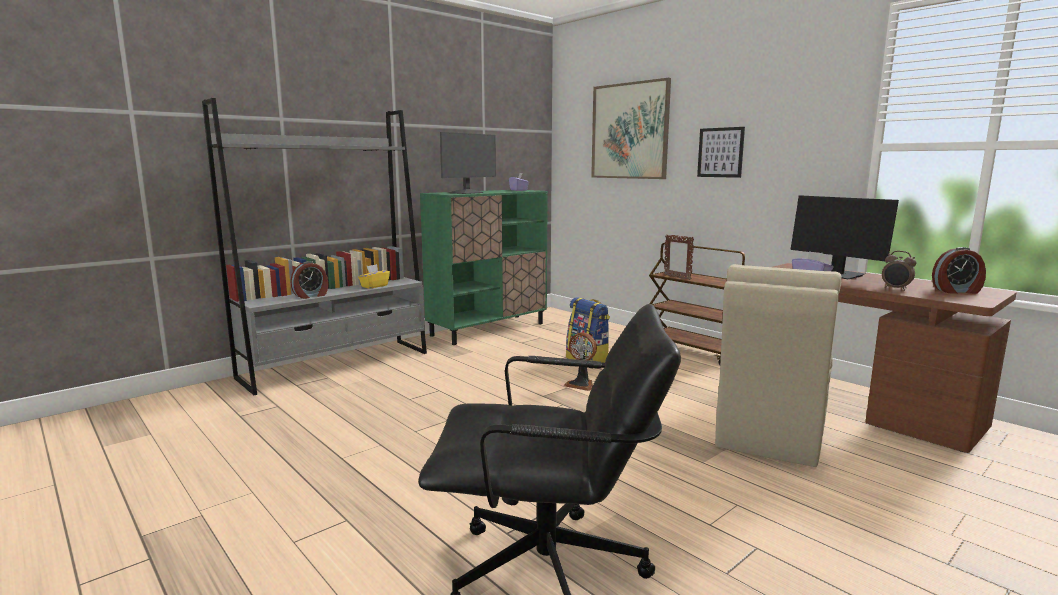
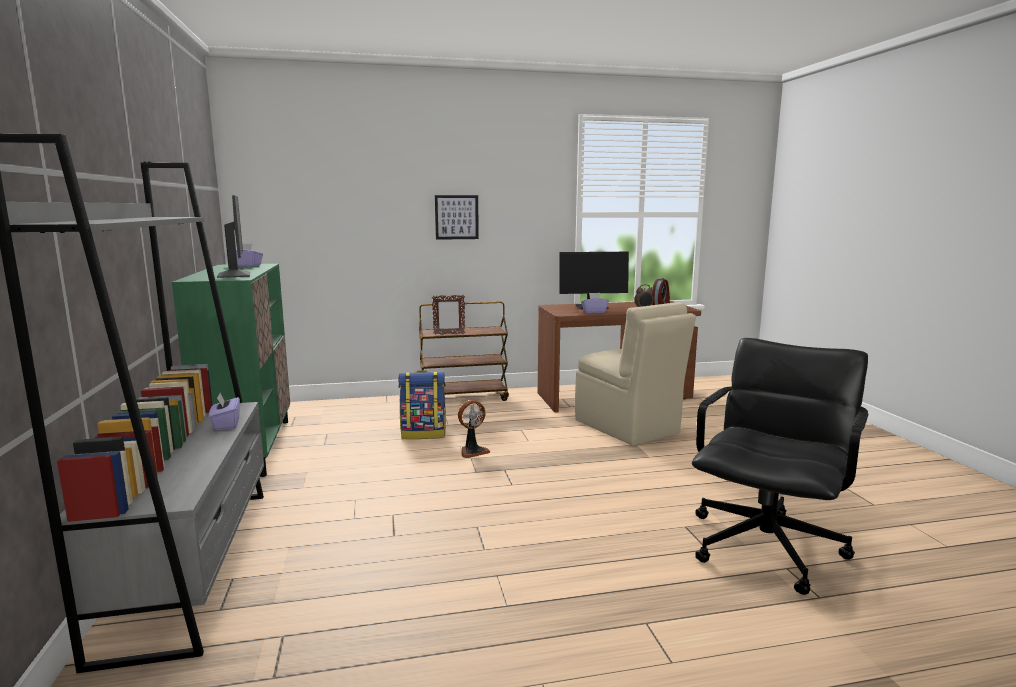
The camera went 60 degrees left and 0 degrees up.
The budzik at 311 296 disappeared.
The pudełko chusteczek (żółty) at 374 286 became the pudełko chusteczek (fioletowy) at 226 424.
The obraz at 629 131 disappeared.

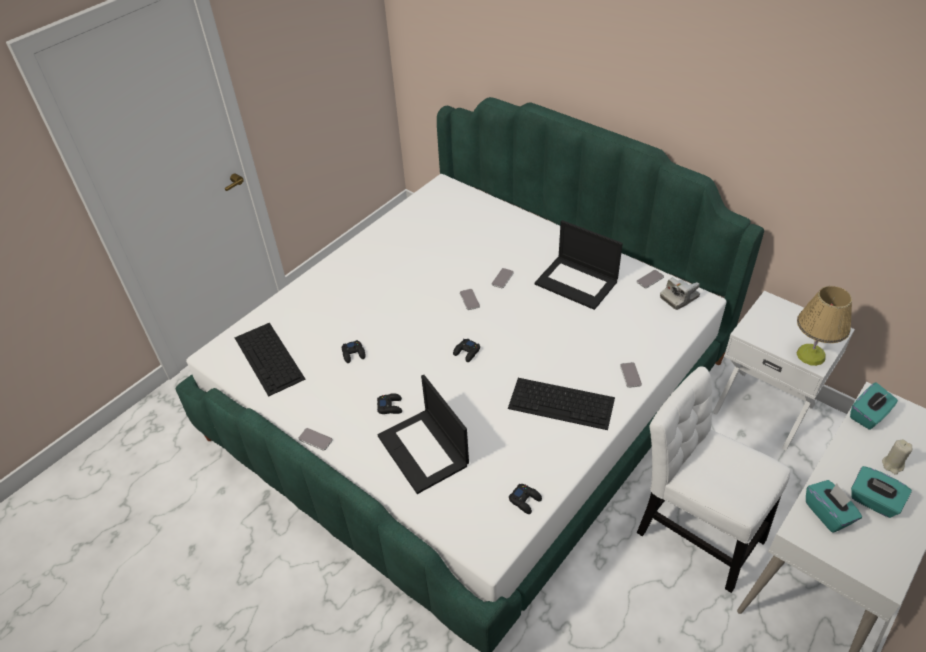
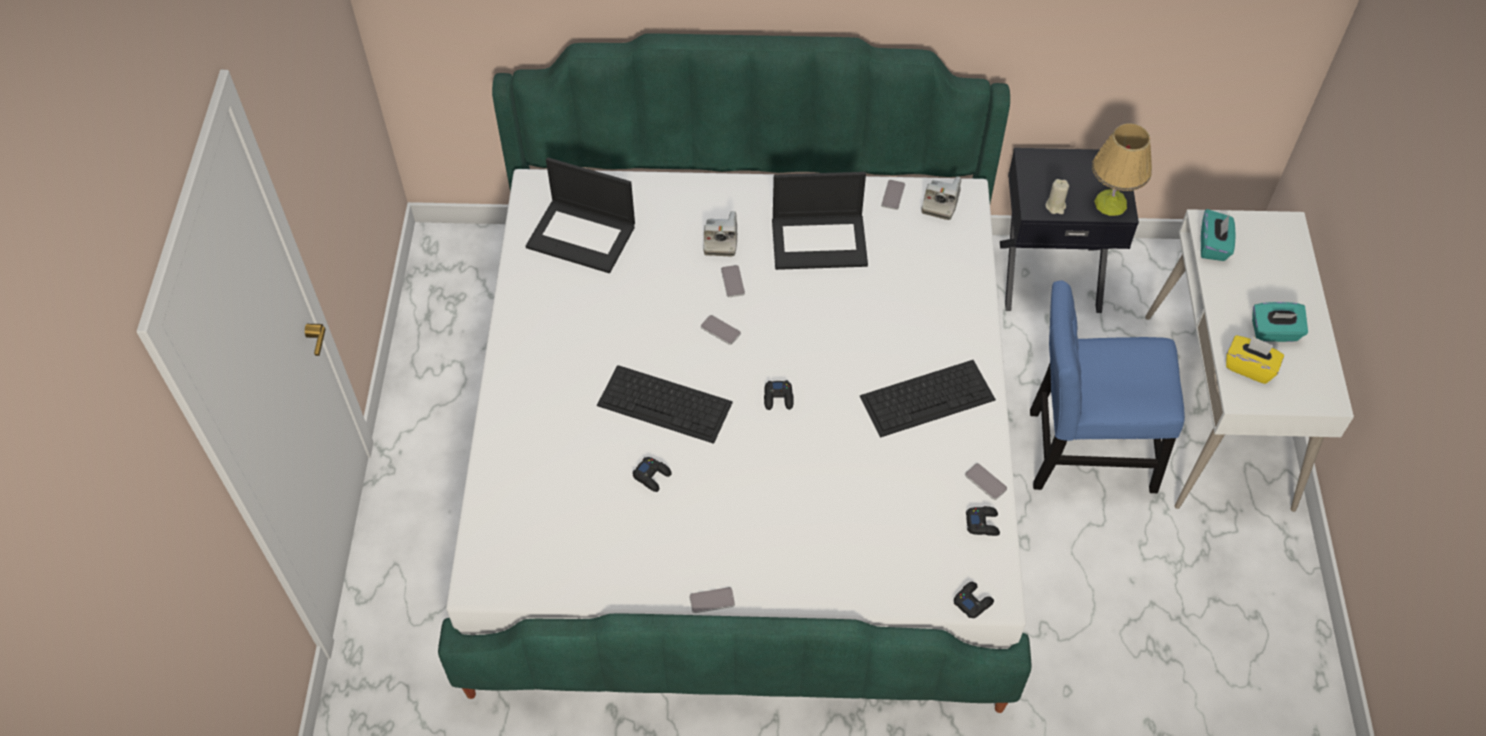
The camera went 40 degrees left and 10 degrees up.
The klawiatura moved from 269 358 to 666 403.
The pad do gier (czarny) moved from 390 406 to 972 601.
The laptop moved from 424 451 to 583 236.
The telefon moved from 630 375 to 985 482.
The krzesło (biały) at 695 531 became the krzesło (niebieski) at 1083 452.
The szafka nocna (biały) at 764 407 became the szafka nocna (czarny) at 1049 275.
The pudełko chusteczek (turkusowy) at 828 513 became the pudełko chusteczek (żółty) at 1249 367.
The świeca (beżowy) moved from 892 465 to 1055 206.
The aparat fotograficzny at 720 240 appeared.

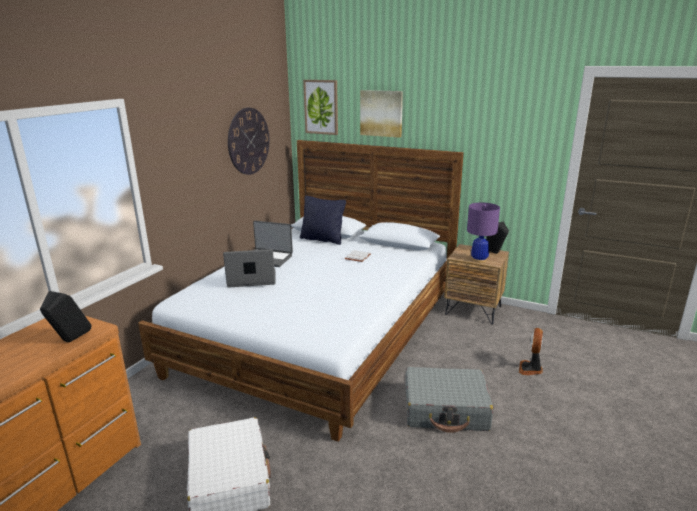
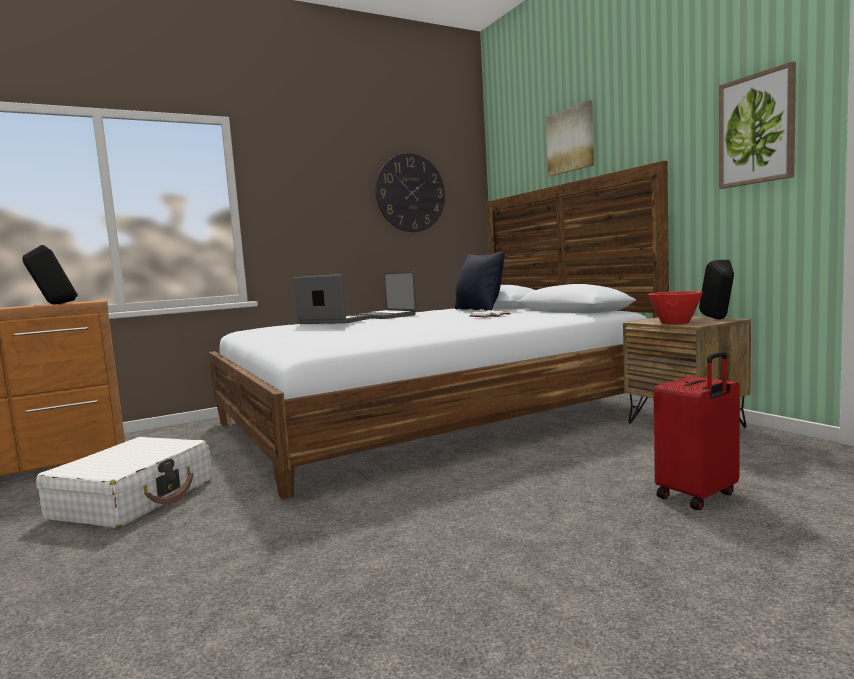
The camera went 35 degrees right and 15 degrees down.
The obraz moved from 321 107 to 756 129.
The walizka (szary) at 445 409 disappeared.
The lampa stołowa (fioletowy) at 479 260 was replaced by the miska (czerwony) at 674 322.
The wentylator at 530 369 was replaced by the walizka (czerwony) at 698 496.

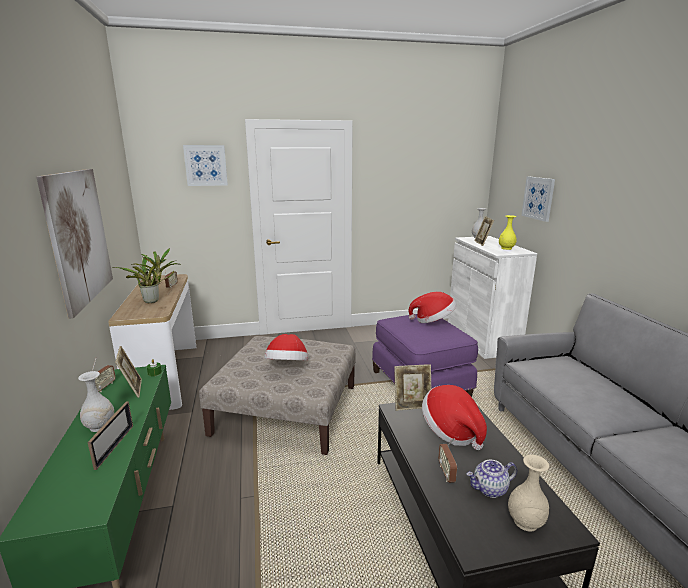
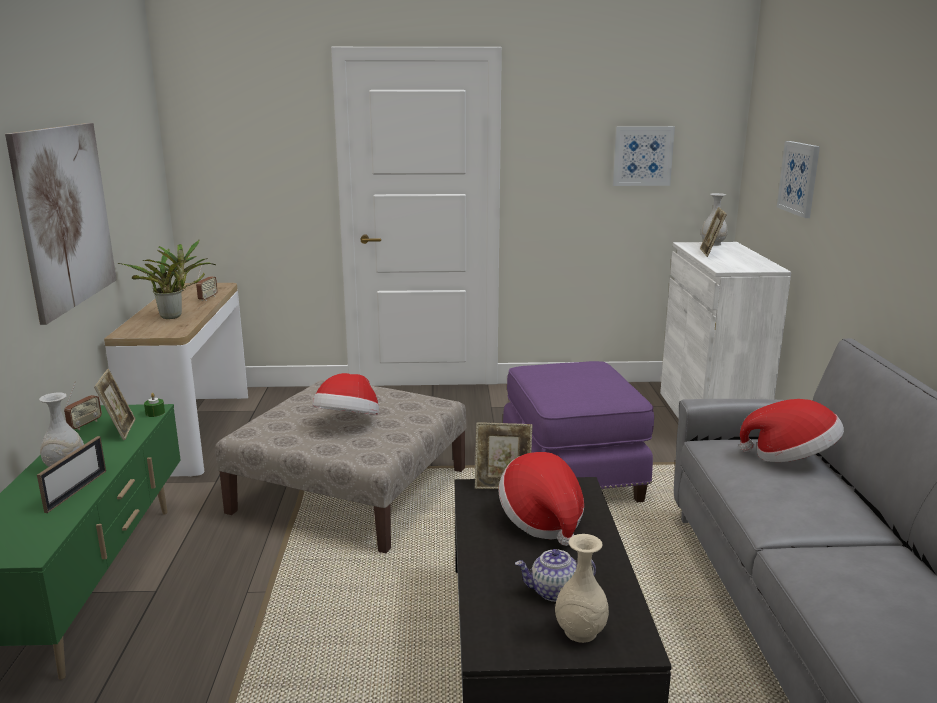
The camera went 10 degrees right and 0 degrees up.
The obraz moved from 206 165 to 642 156.
The kapelusz moved from 433 321 to 791 458.
The radio at 446 473 disappeared.
The wazon (żółty) at 506 248 disappeared.

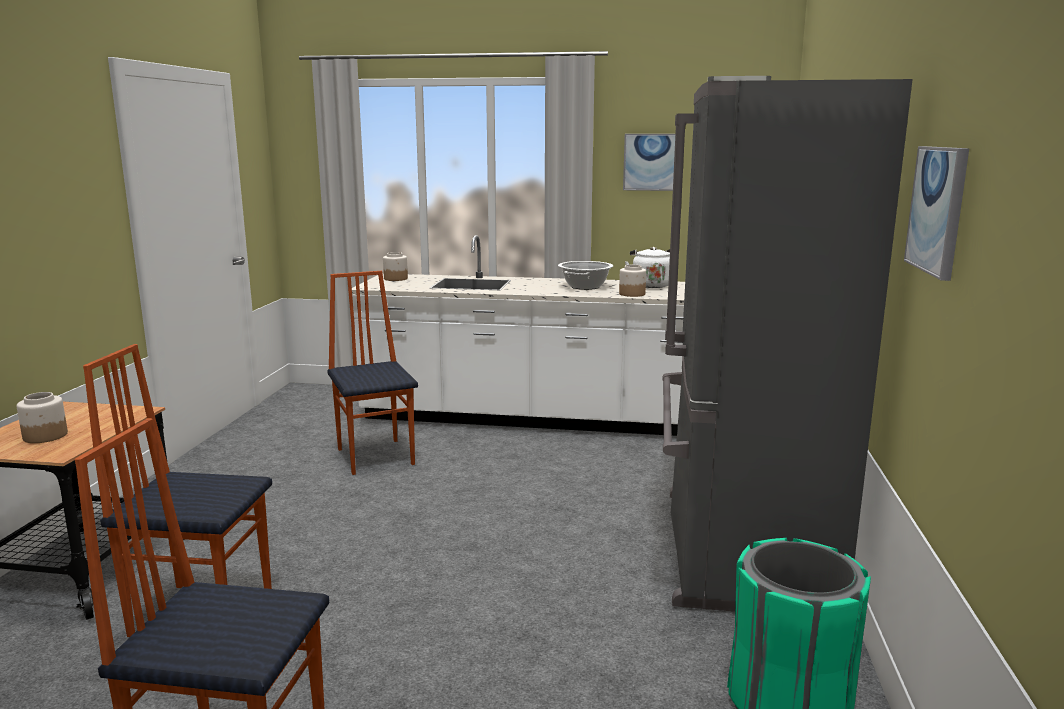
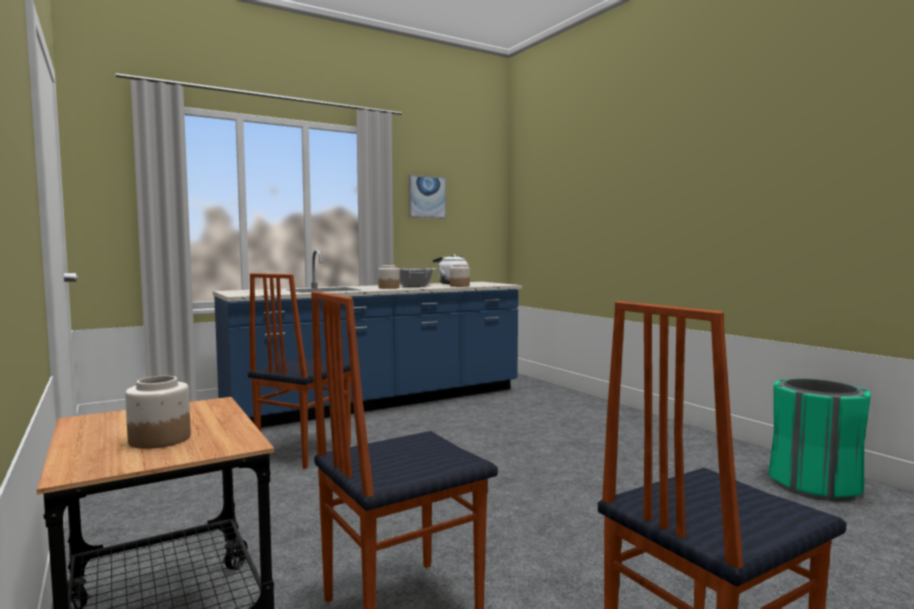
The camera went 40 degrees left and 10 degrees down.
The krzesło at 377 456 turned 90 degrees counterclockwise.
The zabudowa kuchenna (biały) at 536 418 became the zabudowa kuchenna (niebieski) at 380 402.
The słoik moved from 396 279 to 389 288.
The lodówka (szary) at 739 549 disappeared.
The obraz at 938 210 disappeared.

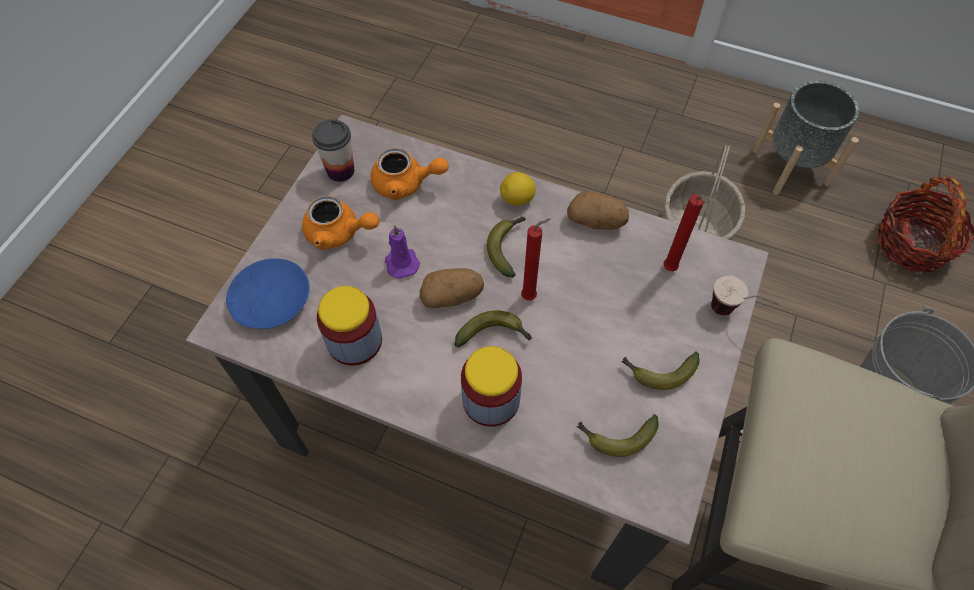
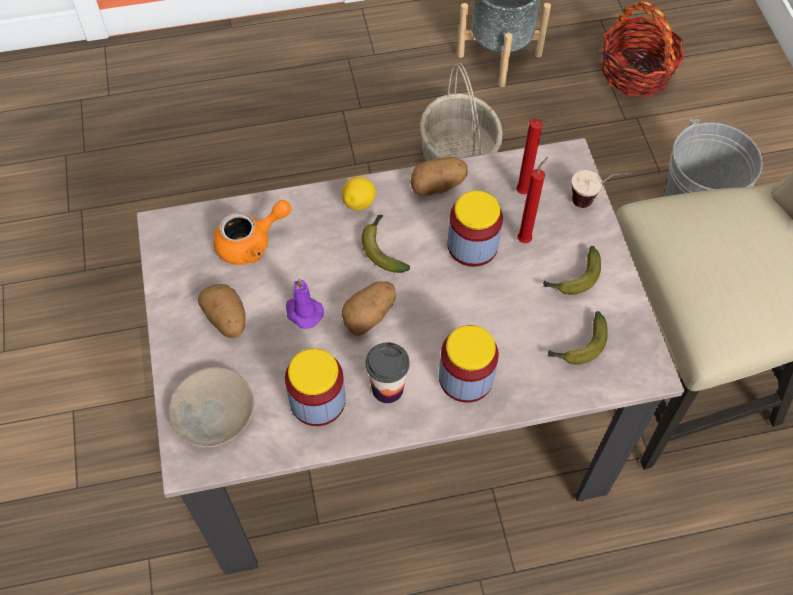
The camera went 35 degrees left and 0 degrees up.
The talerz (niebieski) at 270 299 became the talerz (beżowy) at 212 412.
The imbryk (pomarańczowy) at 339 233 was replaced by the ziemniak at 227 319.
The filiżanka moved from 340 171 to 387 389.
The banan at 494 335 disappeared.
The świeca (czerwony) moved from 531 296 to 525 239.
The słoik at 472 245 appeared.

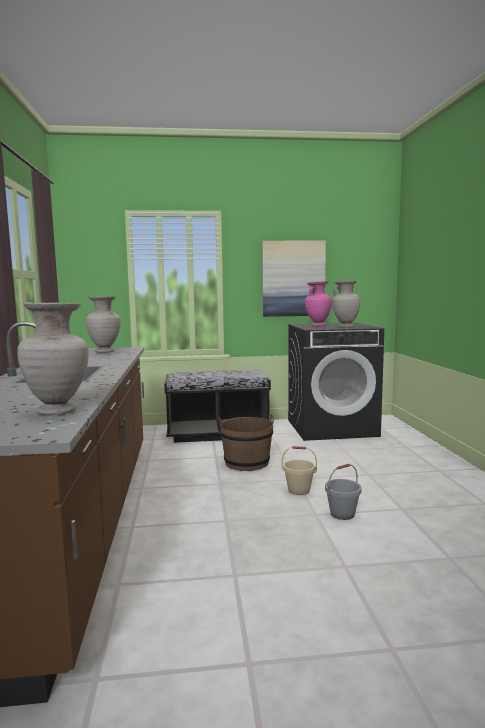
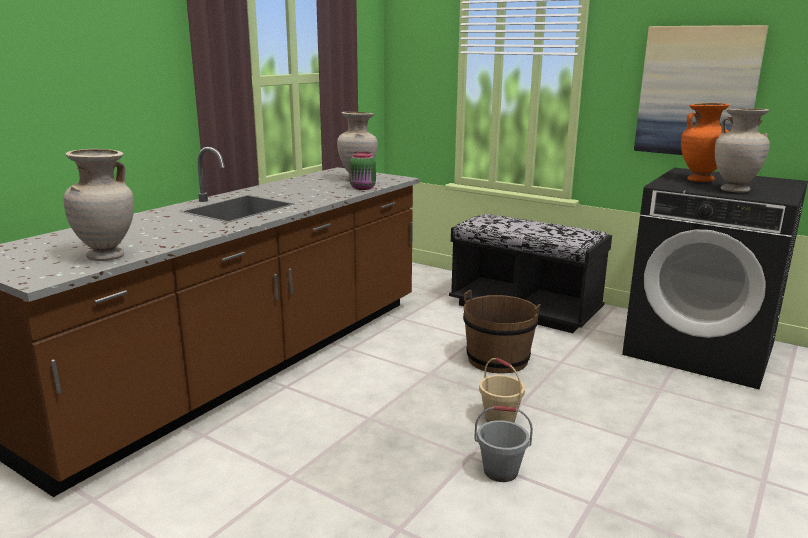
The camera went 40 degrees right and 10 degrees up.
The wazon (różowy) at 318 326 became the wazon (pomarańczowy) at 699 180.
The słoik (zielony) at 363 188 appeared.

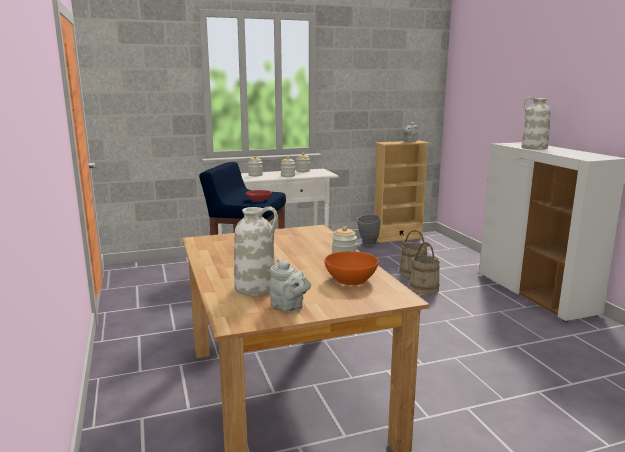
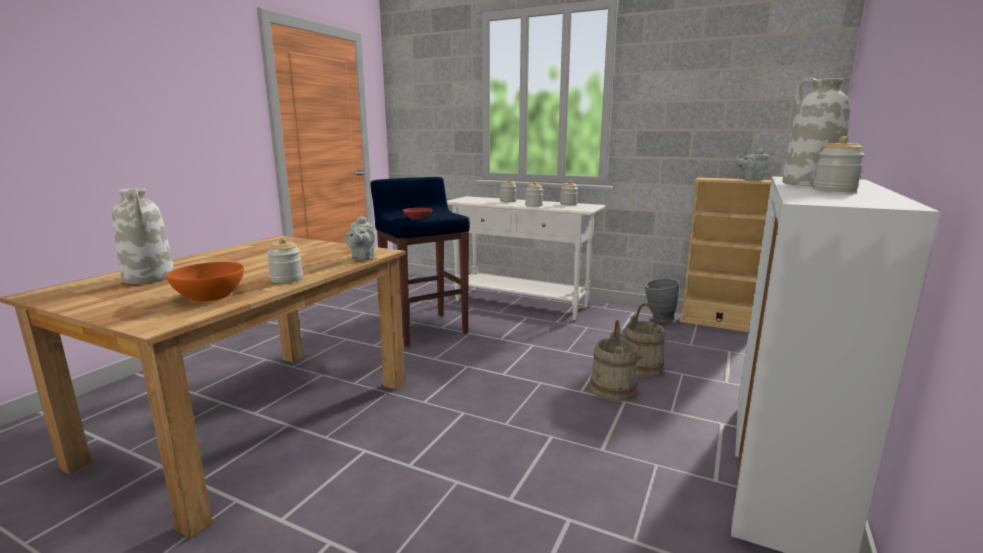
The camera went 45 degrees right and 0 degrees up.
The imbryk (szary) moved from 289 307 to 362 258.
The słoik at 834 190 appeared.

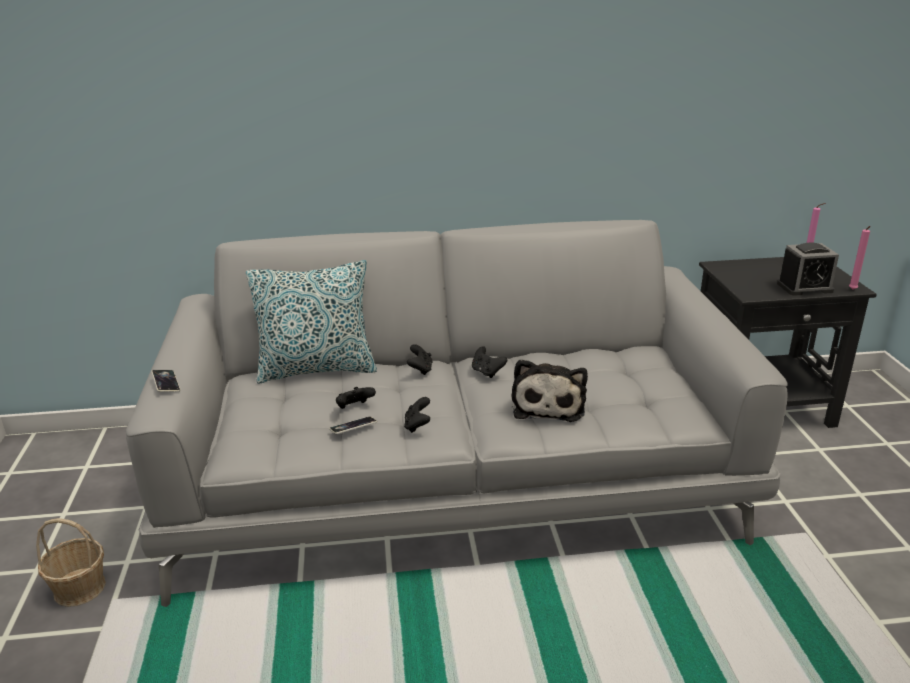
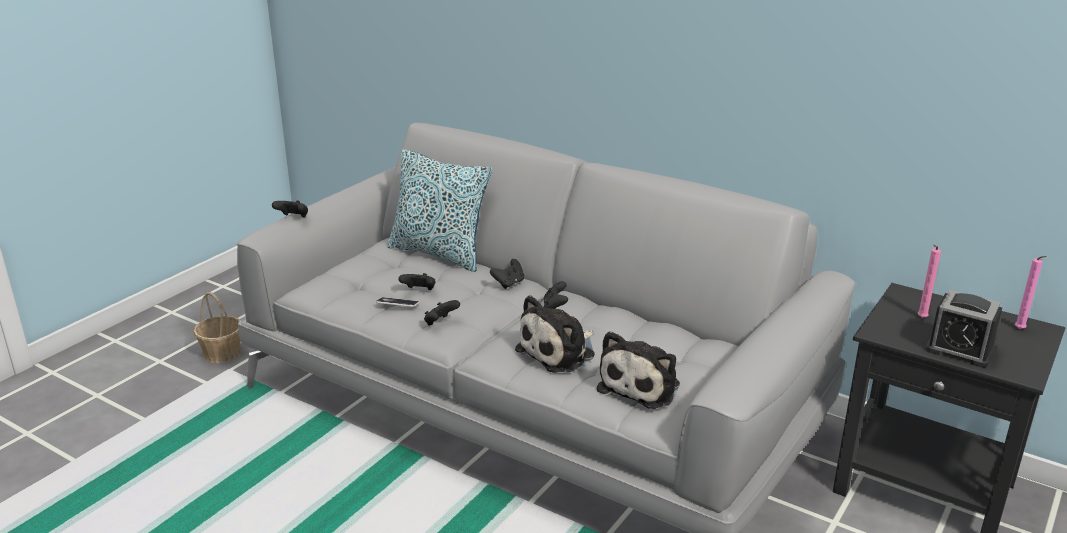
The camera went 40 degrees right and 0 degrees up.
The telefon at 166 383 was replaced by the pad do gier (czarny) at 293 218.
The świeca (różowy) moved from 852 290 to 921 318.
The pluszak at 641 385 appeared.

